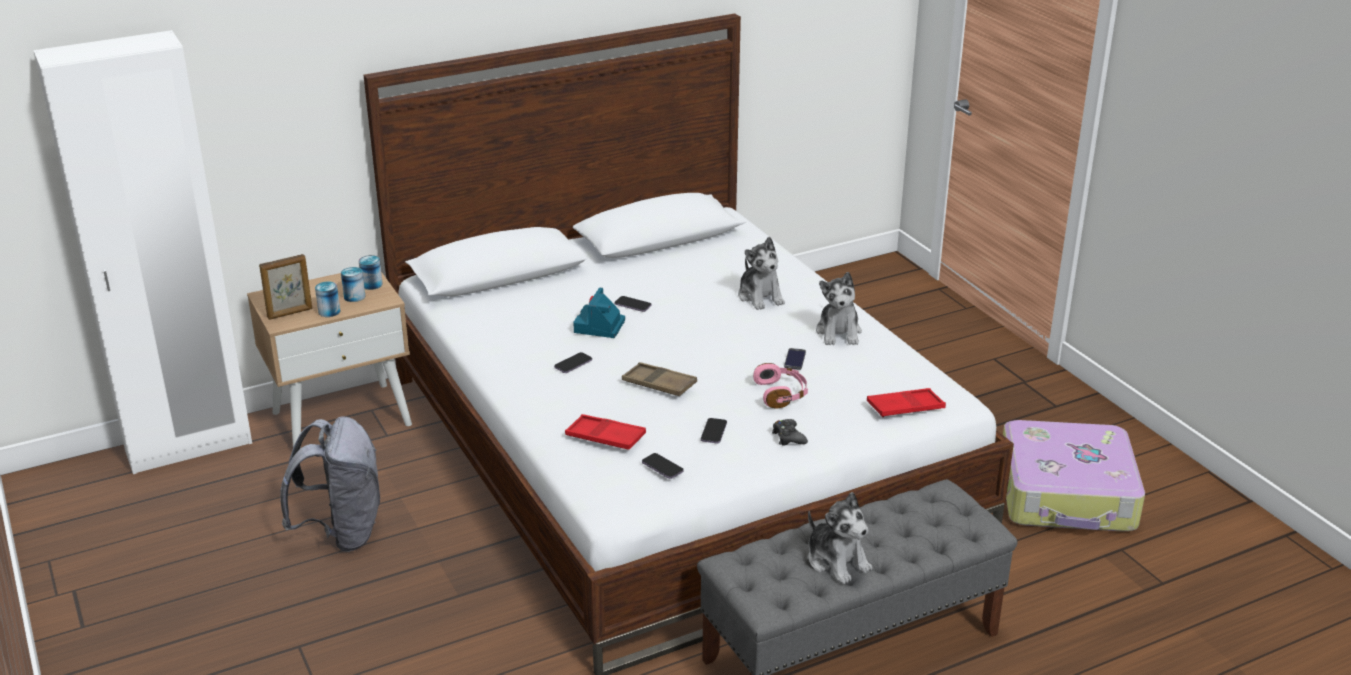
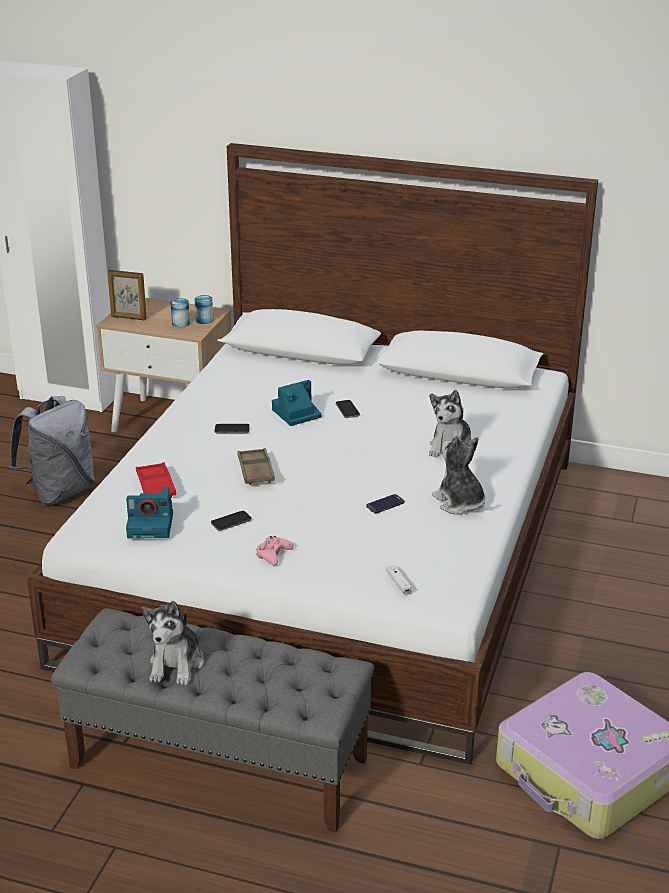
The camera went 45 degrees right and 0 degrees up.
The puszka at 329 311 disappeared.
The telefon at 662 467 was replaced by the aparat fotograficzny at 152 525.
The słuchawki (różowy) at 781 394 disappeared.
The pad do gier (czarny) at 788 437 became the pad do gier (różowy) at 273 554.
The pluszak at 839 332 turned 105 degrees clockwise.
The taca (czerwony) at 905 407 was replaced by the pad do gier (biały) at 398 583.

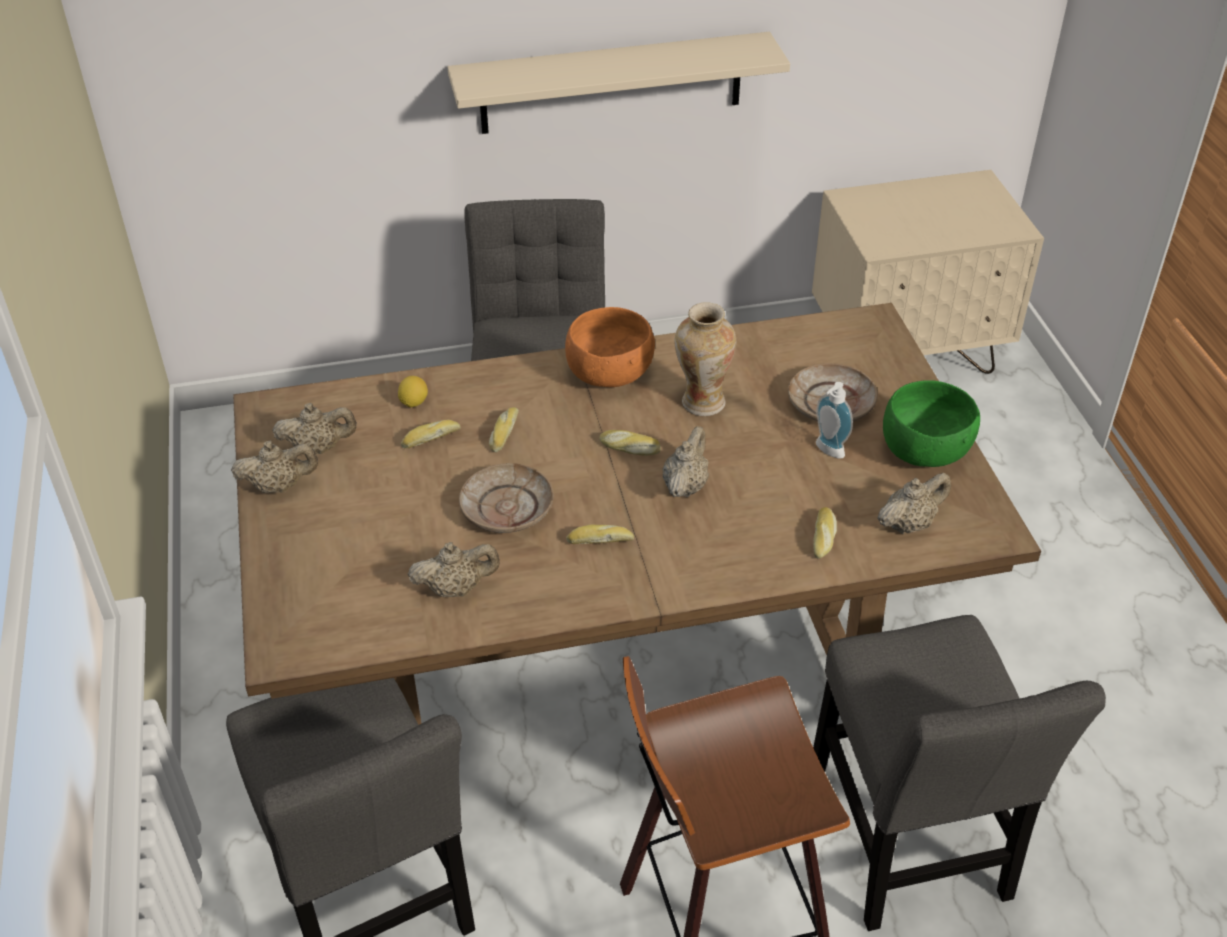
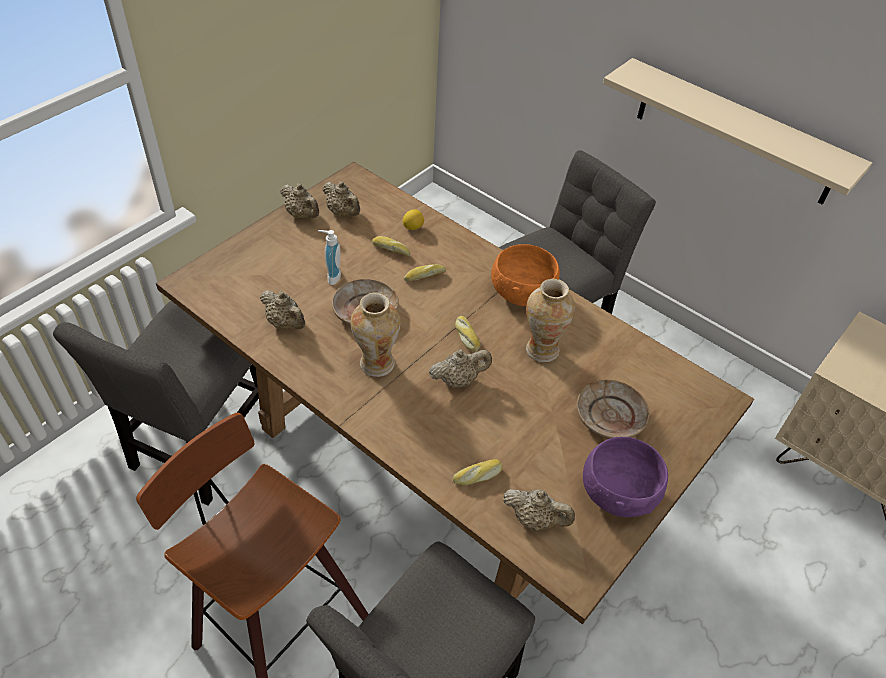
The camera went 50 degrees right and 5 degrees up.
The chleb at 600 540 was replaced by the wazon at 376 364.
The dozownik mydła moved from 827 451 to 331 276.
The miska (zielony) at 924 451 became the miska (fioletowy) at 617 493.

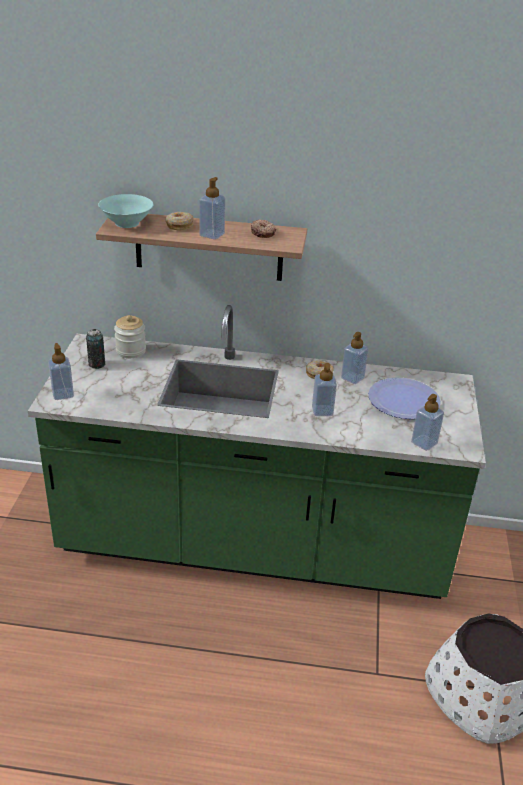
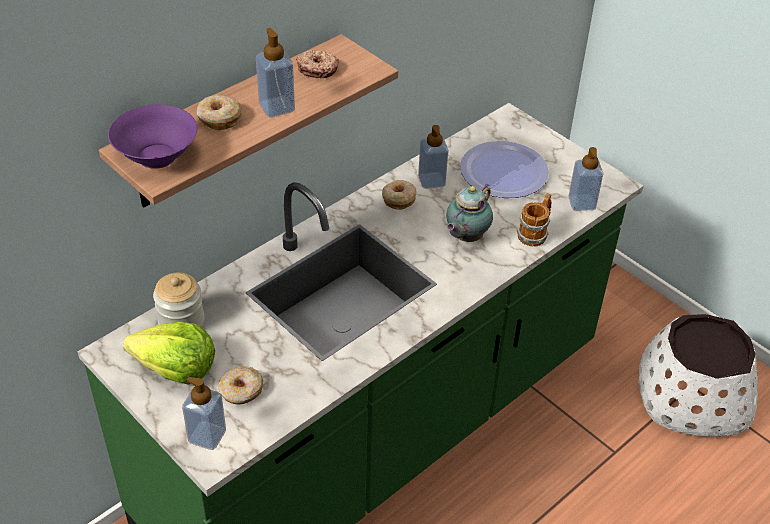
The camera went 50 degrees left and 10 degrees up.
The puszka at 97 364 was replaced by the sałata at 176 369.
The miska (turkusowy) at 127 223 became the miska (fioletowy) at 157 156.
The dozownik mydła at 322 411 was replaced by the imbryk at 465 237.
The donut at 241 391 appeared.
The kubek at 535 233 appeared.

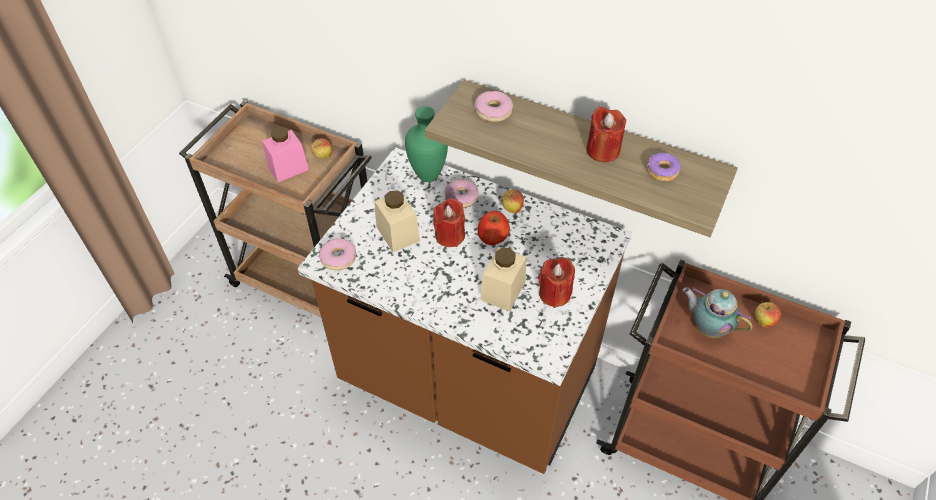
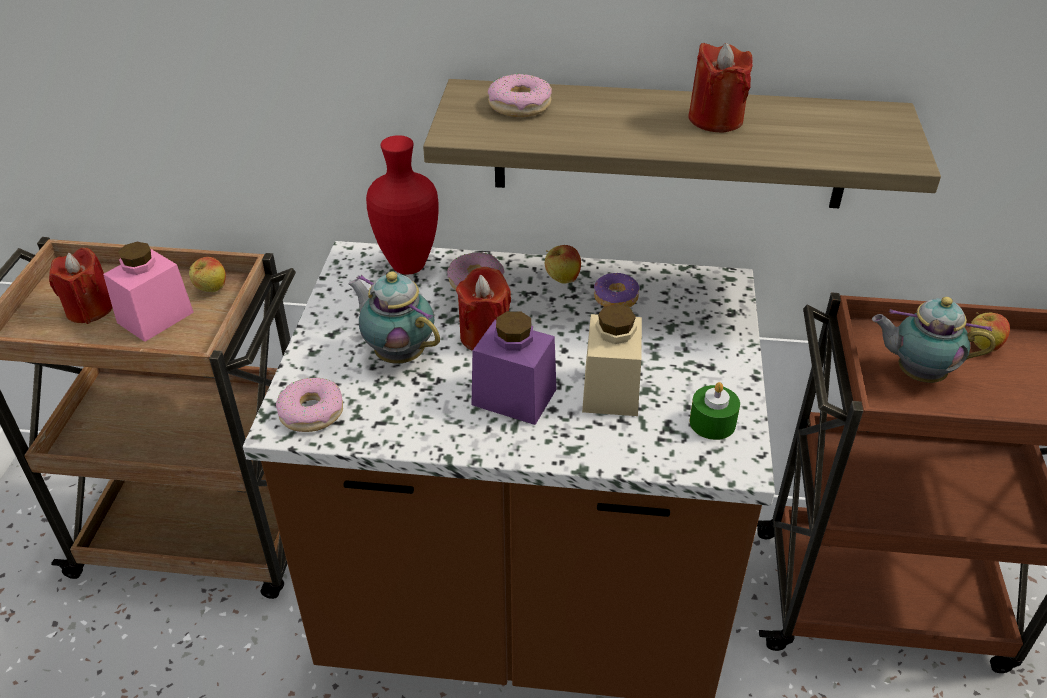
The camera went 20 degrees left and 10 degrees down.
The słoik (beżowy) at 398 234 was replaced by the imbryk at 398 353.
The wazon (zielony) at 427 175 became the wazon (czerwony) at 406 265.
The jabłko at 493 237 disappeared.
The świeca (czerwony) moved from 554 294 to 90 309.
The donut moved from 662 171 to 616 298.
The słoik (fioletowy) at 514 397 appeared.
The świeca (zielony) at 712 423 appeared.

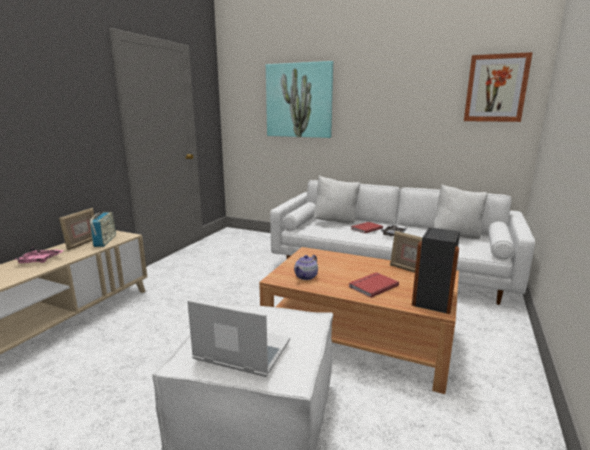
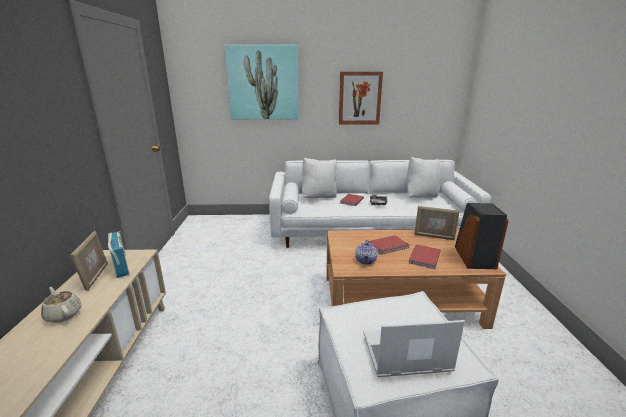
The camera went 25 degrees left and 5 degrees up.
The taca (różowy) at 40 260 was replaced by the imbryk (beżowy) at 63 314.
The obraz moved from 496 88 to 359 98.
The książka (czerwony) at 389 246 appeared.

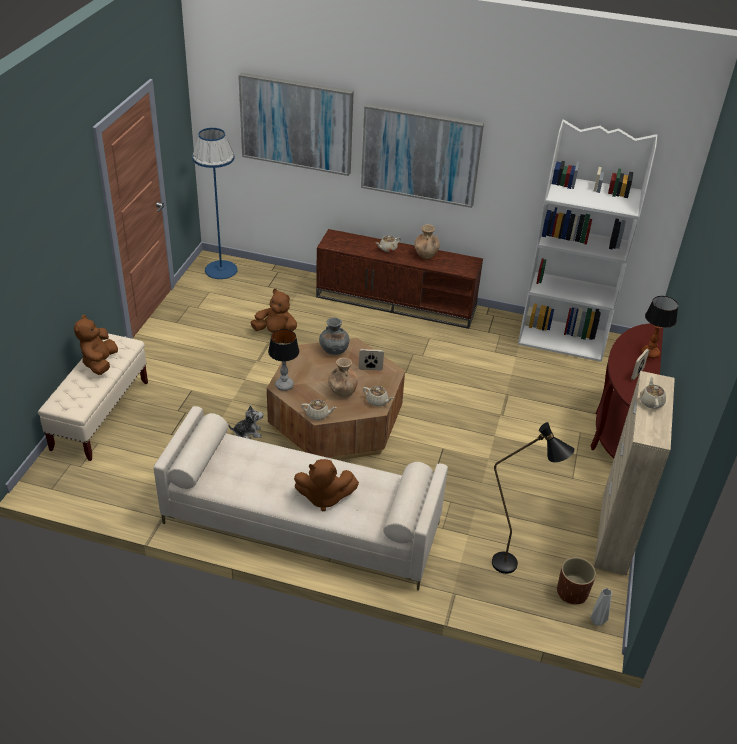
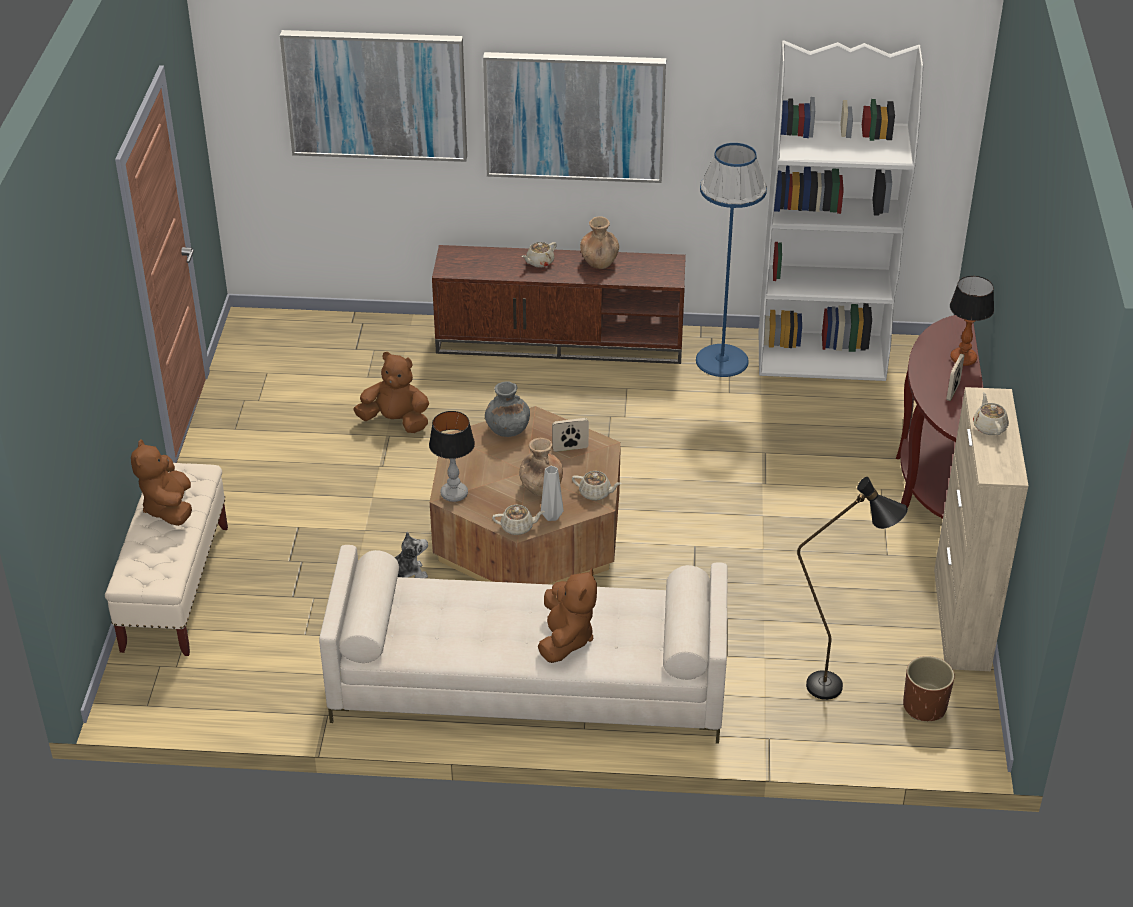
The camera went 10 degrees left and 0 degrees up.
The lampa stojąca (niebieski) moved from 221 269 to 721 360.
The pluszak (brązowy) at 324 497 turned 75 degrees counterclockwise.
The wazon (szary) moved from 597 620 to 552 516.

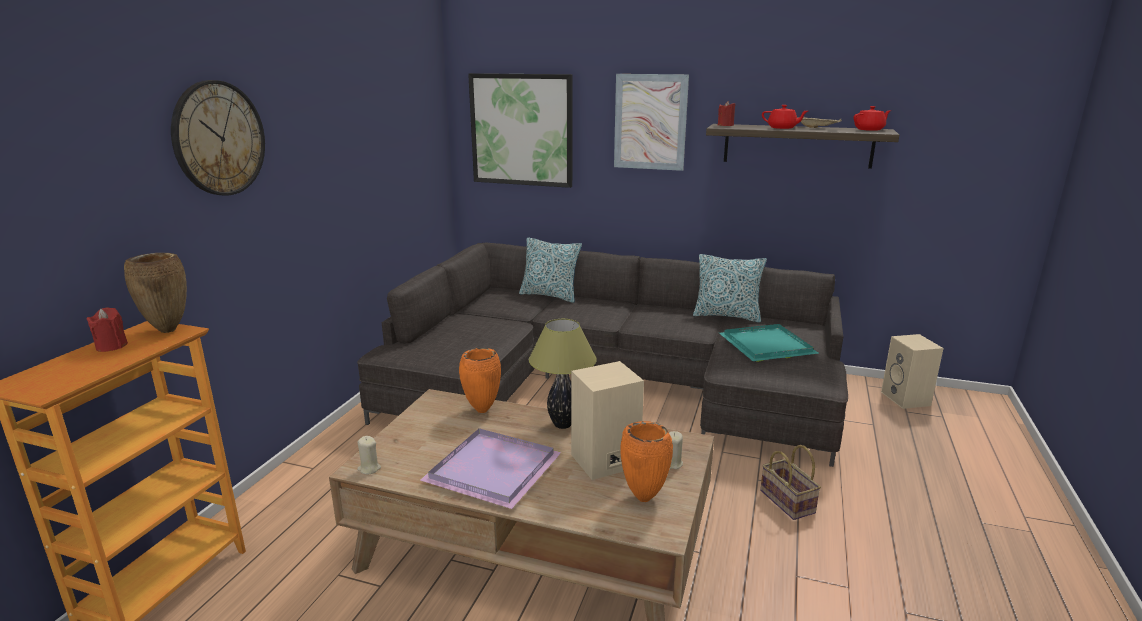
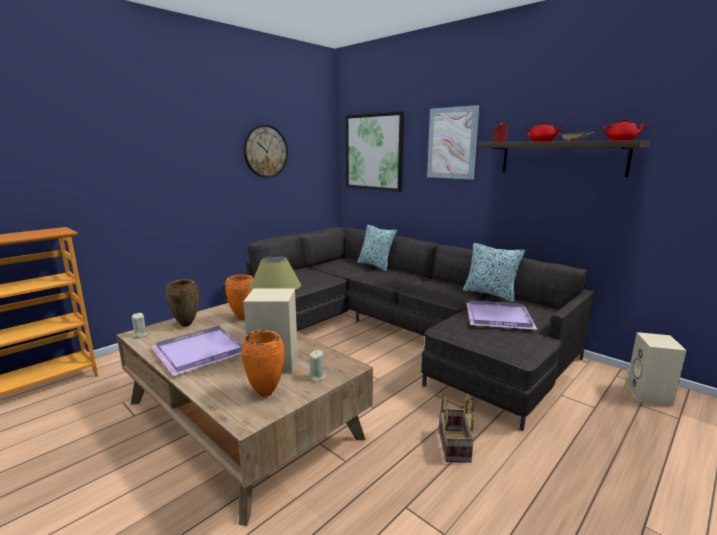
The camera went 25 degrees right and 5 degrees down.
The świeca (czerwony) at 112 346 disappeared.
The wazon (brązowy) moved from 168 330 to 186 325.
The zegar ścienny moved from 219 138 to 265 151.
The taca (turkusowy) at 767 345 became the taca (fioletowy) at 499 317.

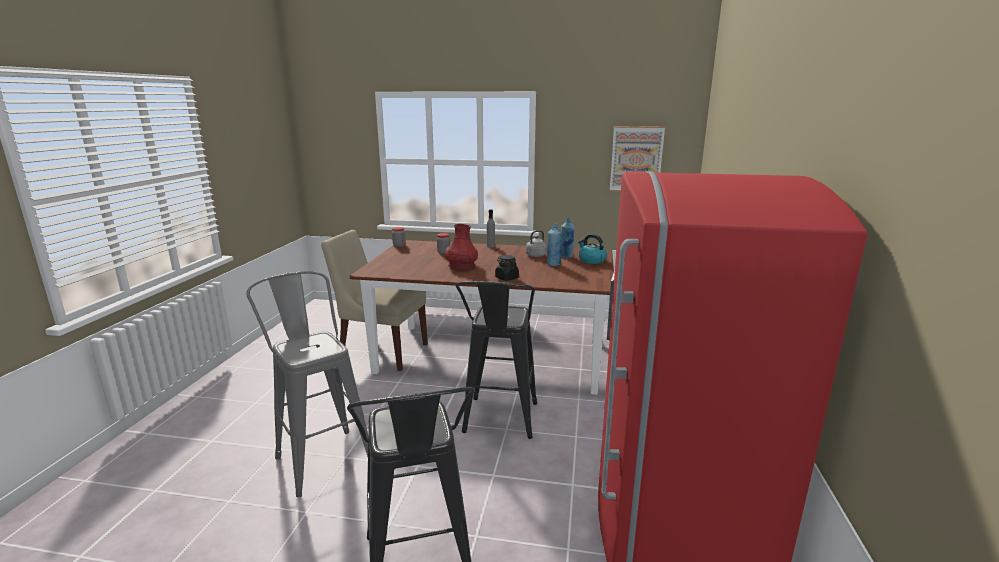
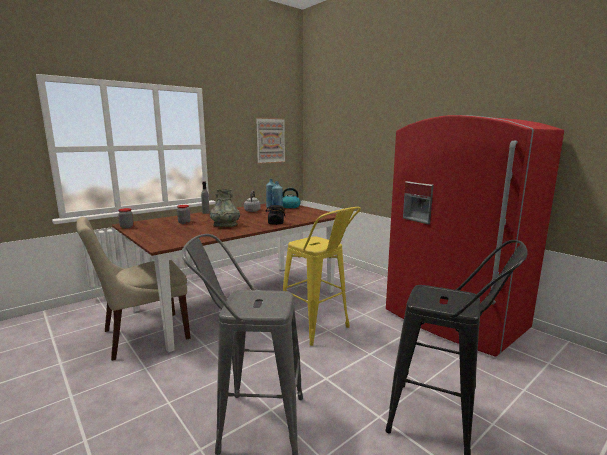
The camera went 50 degrees left and 5 degrees down.
The wazon (czerwony) at 461 266 became the wazon (szary) at 225 225.
The stołek (czarny) at 499 423 became the stołek (żółty) at 318 329.

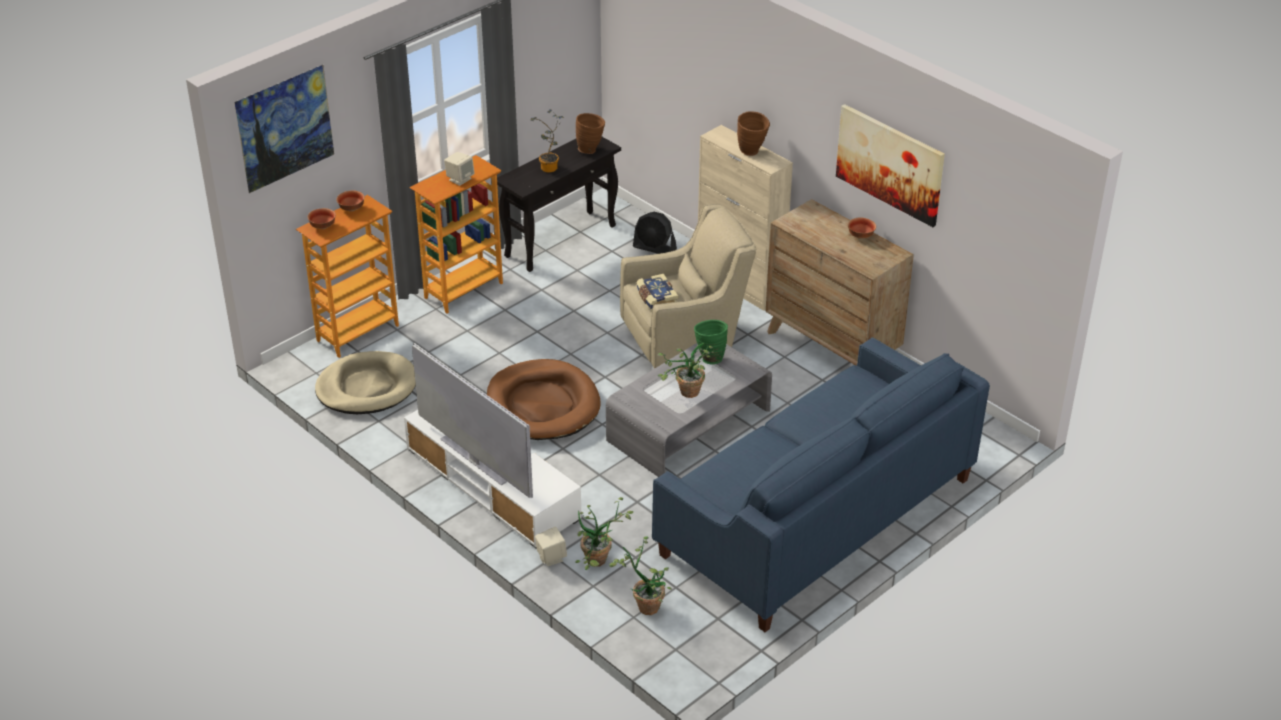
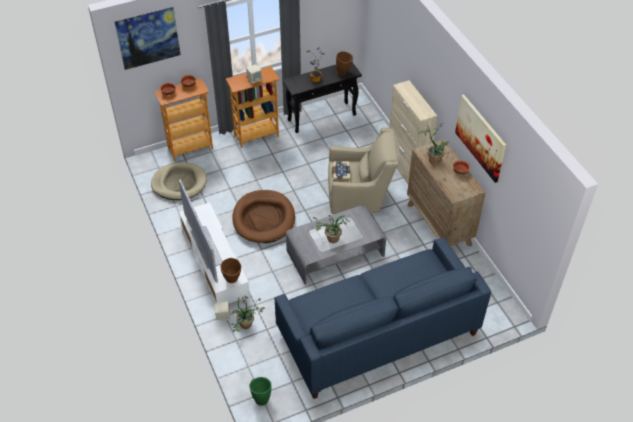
The camera went 20 degrees right and 10 degrees up.
The roślina doniczkowa moved from 646 603 to 434 158.
The wentylator (czarny) at 654 248 disappeared.
The wazon (zielony) moved from 709 357 to 261 398.
The wazon (brązowy) moved from 752 152 to 232 280.

